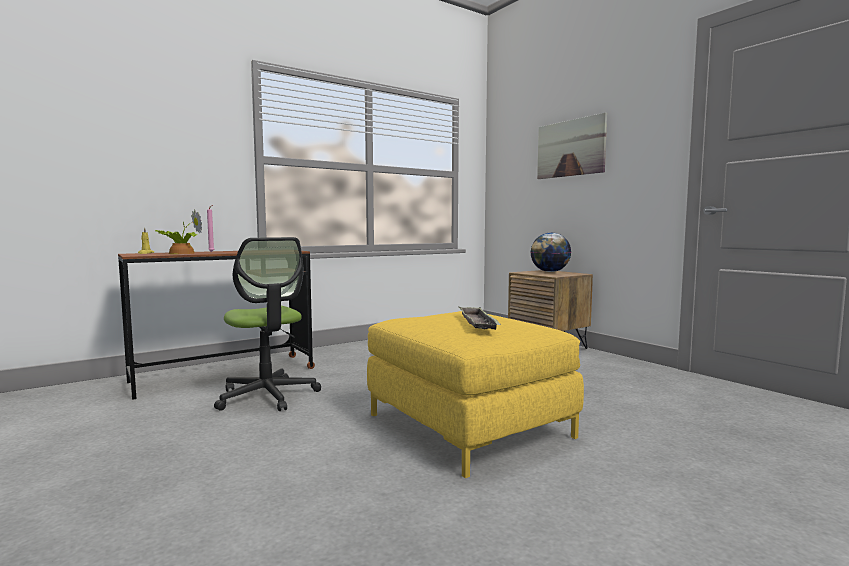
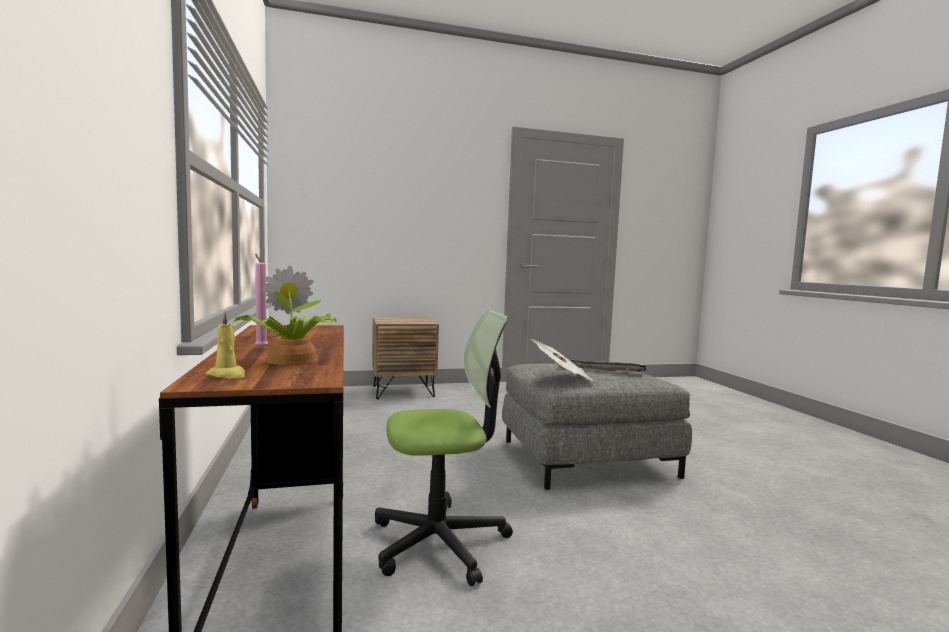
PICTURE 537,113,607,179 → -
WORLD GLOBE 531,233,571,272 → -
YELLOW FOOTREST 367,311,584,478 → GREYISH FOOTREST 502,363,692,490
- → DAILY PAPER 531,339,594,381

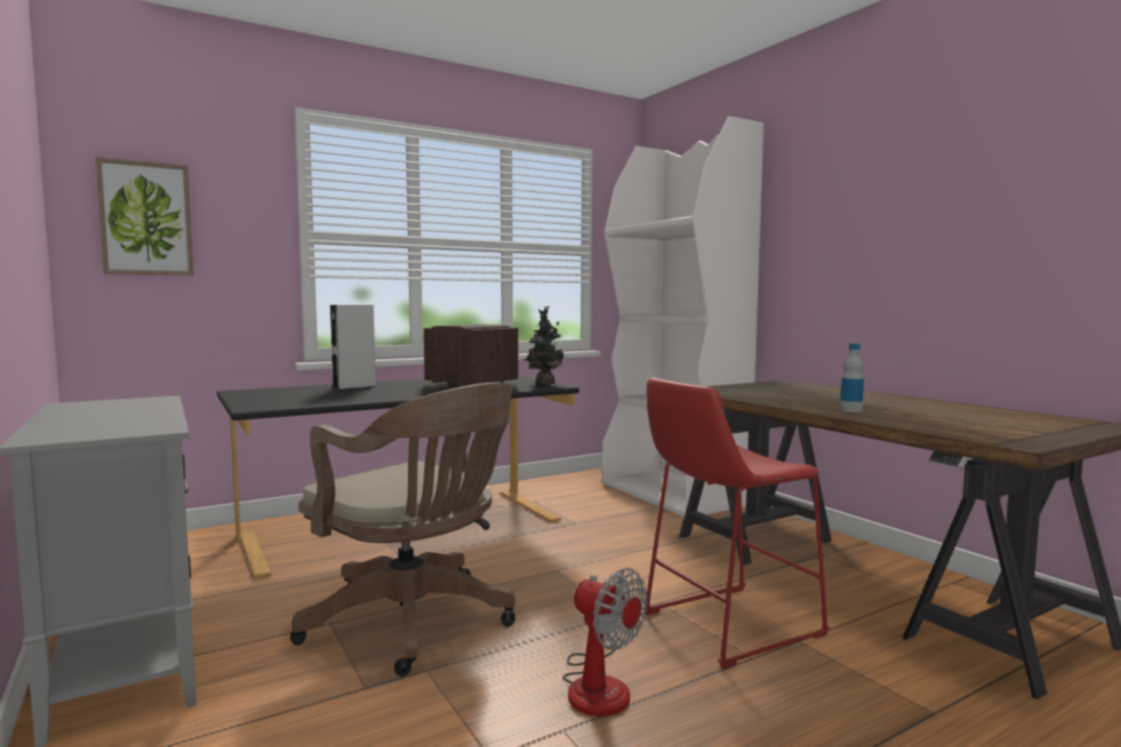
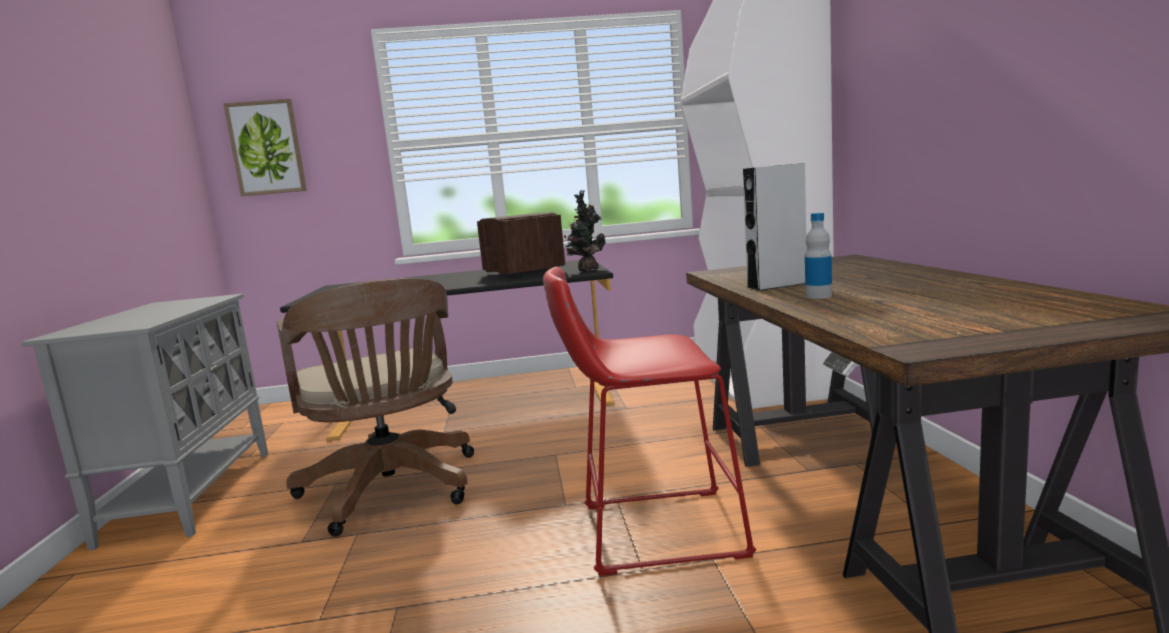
GREYISH AUDIO SPEAKER 330,305,377,390 → GREYISH AUDIO SPEAKER 743,163,807,291, shifted
FAN 563,568,648,717 → -

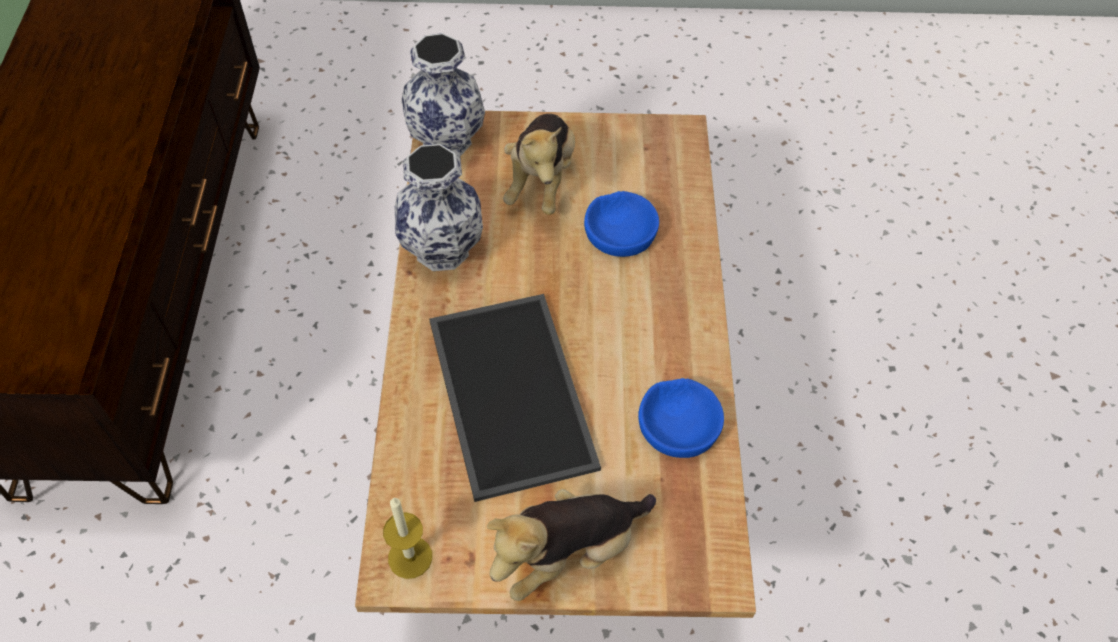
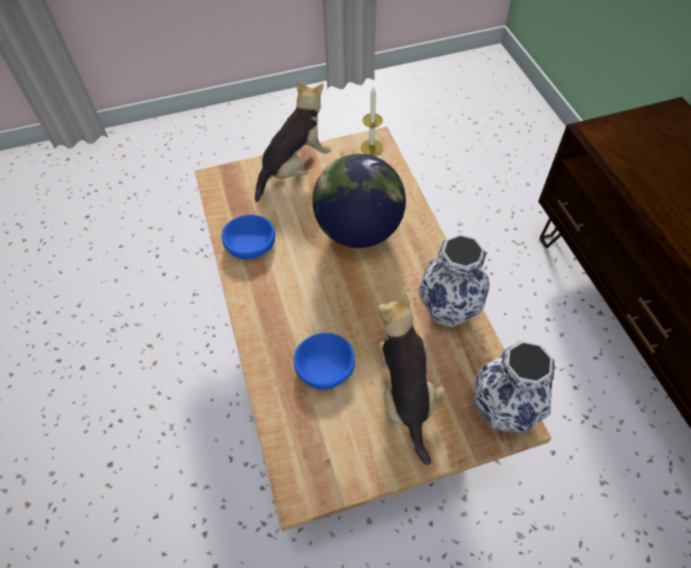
TRAY 429,294,601,502 → WORLD GLOBE 312,154,406,248

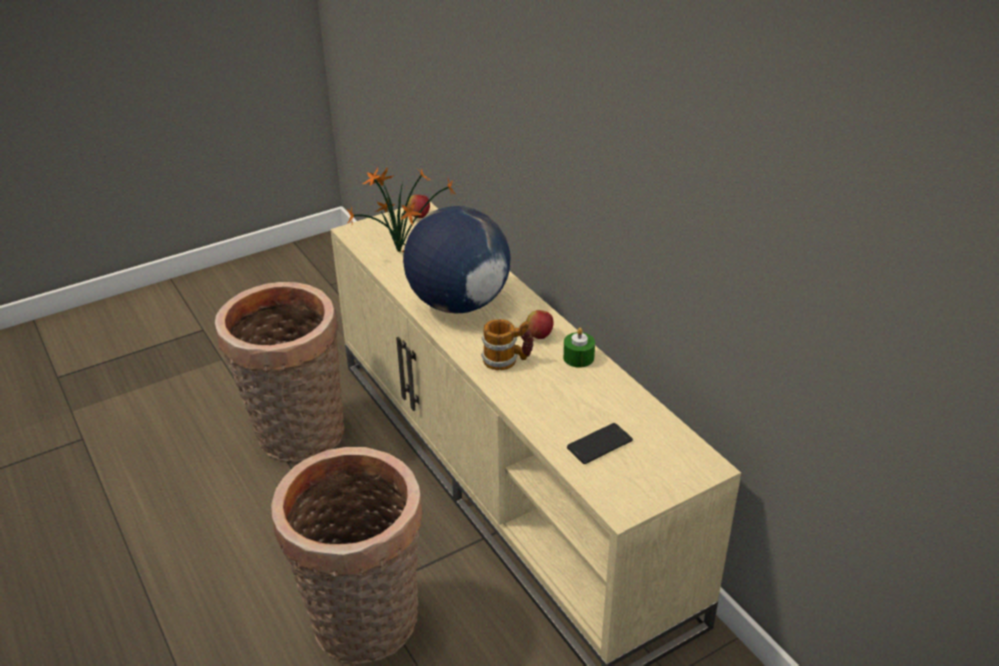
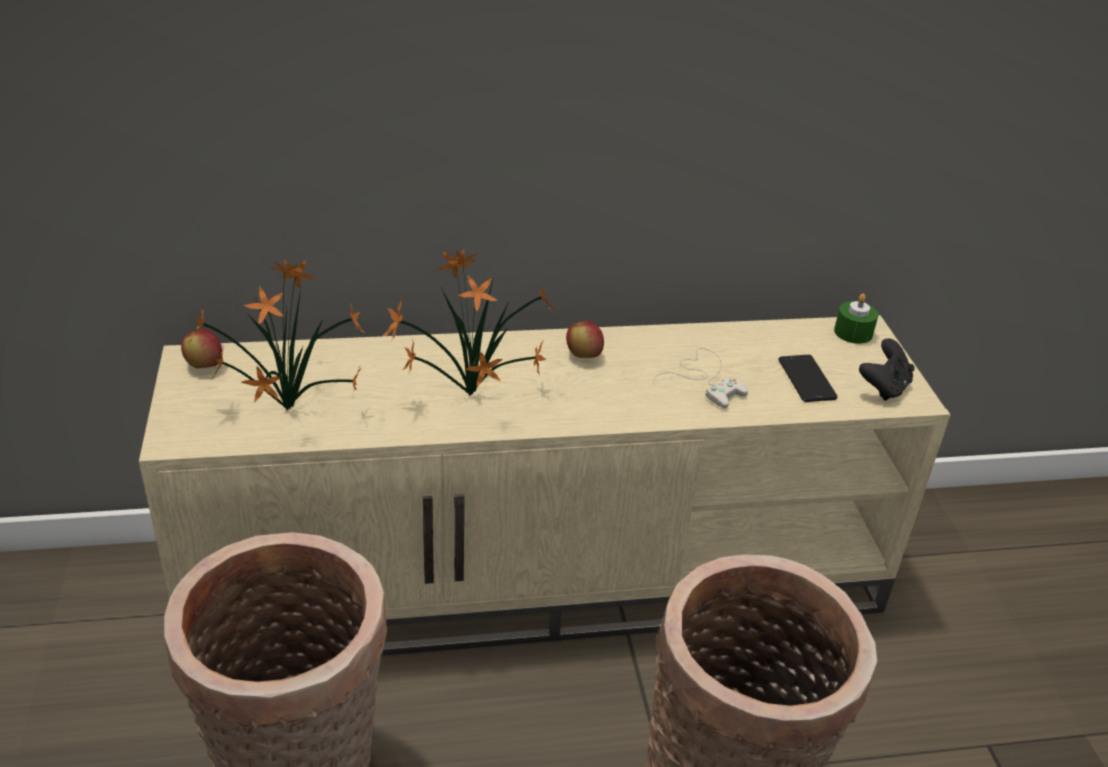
WORLD GLOBE 403,206,511,313 → HOUSEPLANT 382,248,554,396
COFFEE MUG 481,319,534,370 → -
GREENISH WAX CANDLE 563,328,595,368 → GREENISH WAX CANDLE 834,294,878,344, shifted
- → BLACK-COLOURED GAMEPAD 859,338,915,401
- → WHITISH GAMEPAD 653,348,748,408

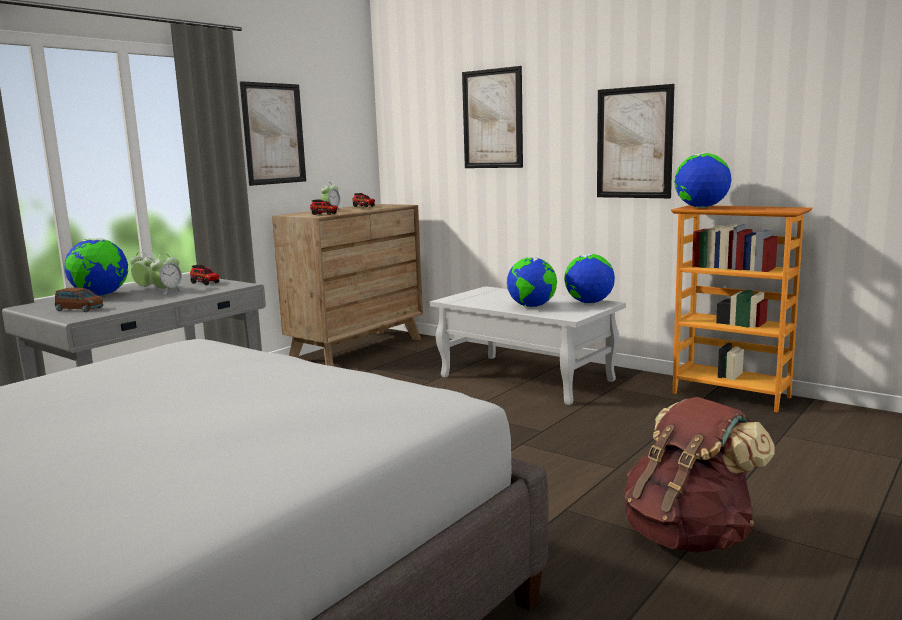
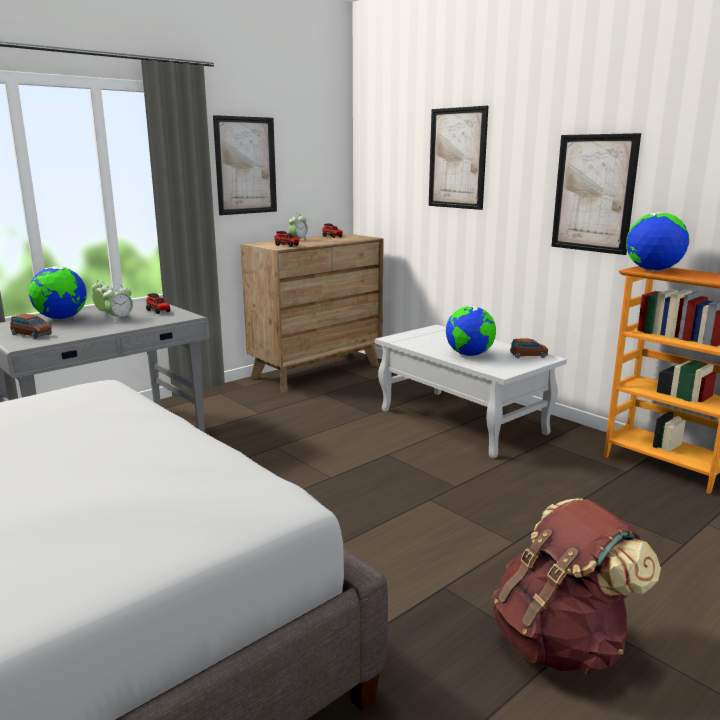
WORLD GLOBE 564,254,615,304 → BROWN-COLOURED MODEL CAR 510,338,548,358

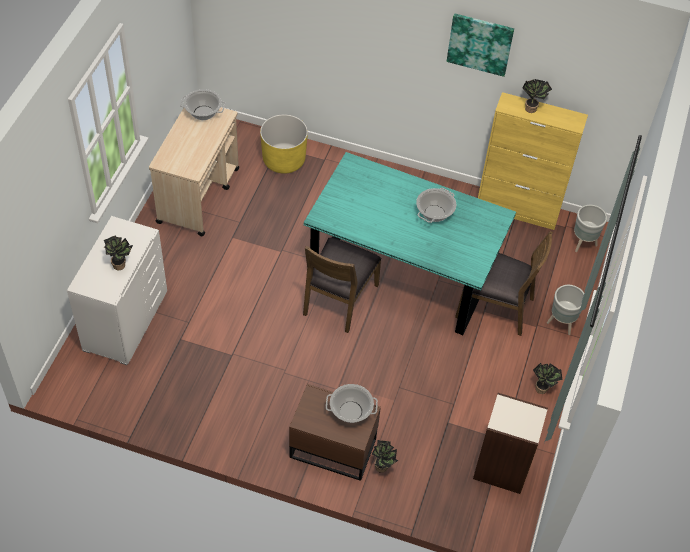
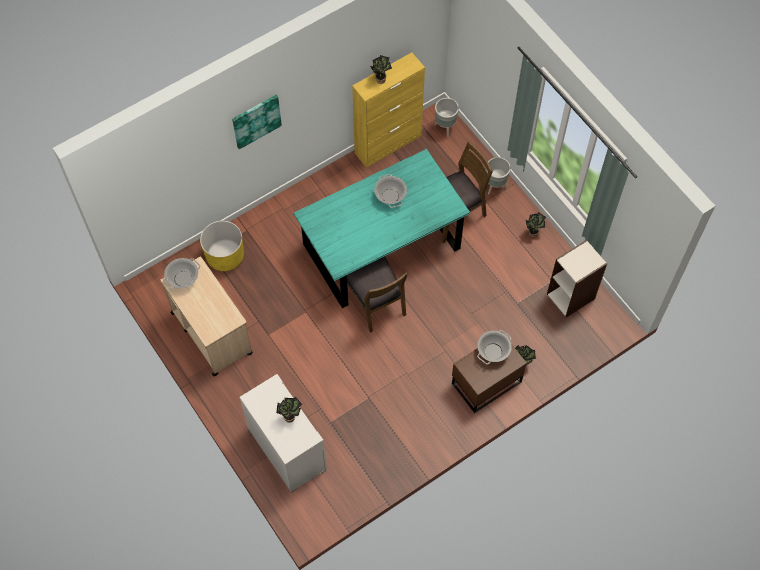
PICTURE 447,13,514,77 → PICTURE 232,95,282,149, shifted

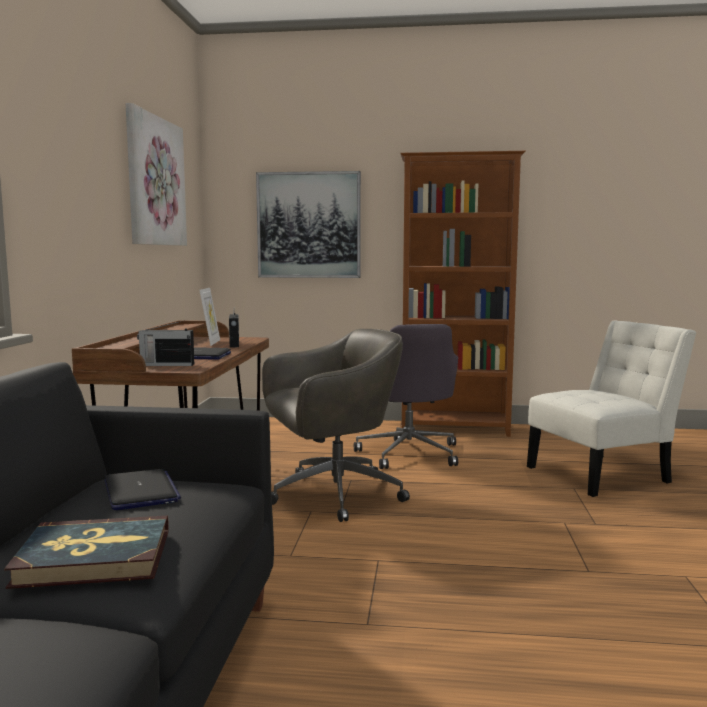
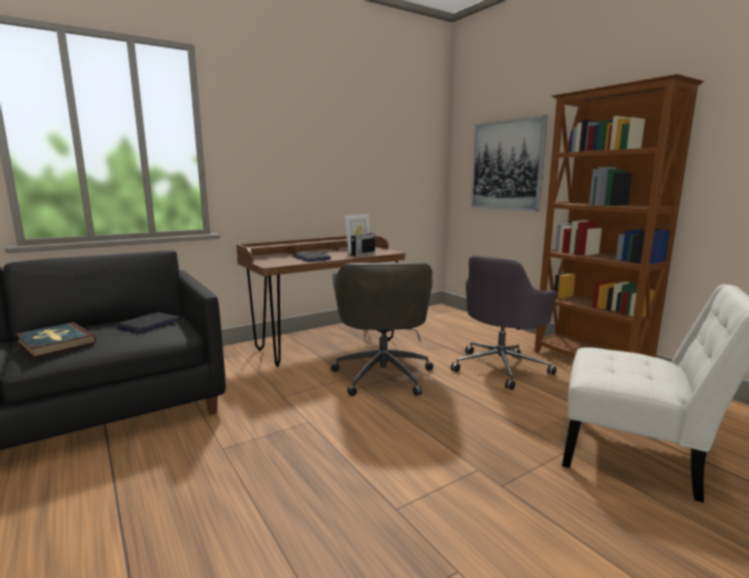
PICTURE 126,103,187,246 → -
RADIO SET 137,321,194,366 → -
GREYISH DESK CHAIR 262,329,410,522 → GREYISH DESK CHAIR 331,262,433,396, 60 degrees clockwise

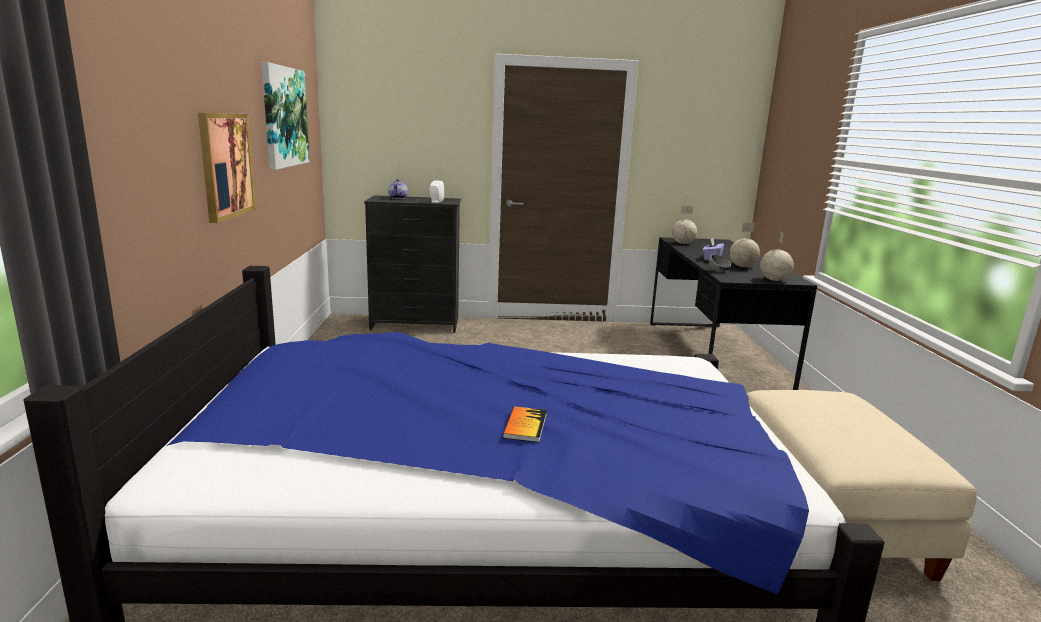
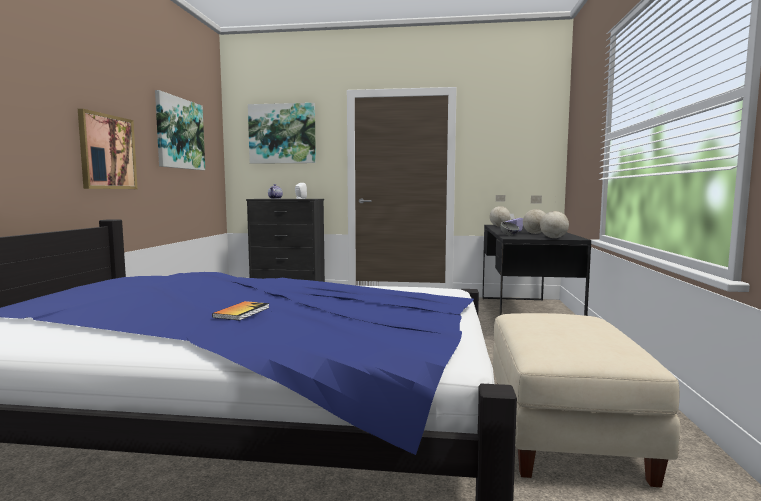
- → PICTURE 248,103,316,164

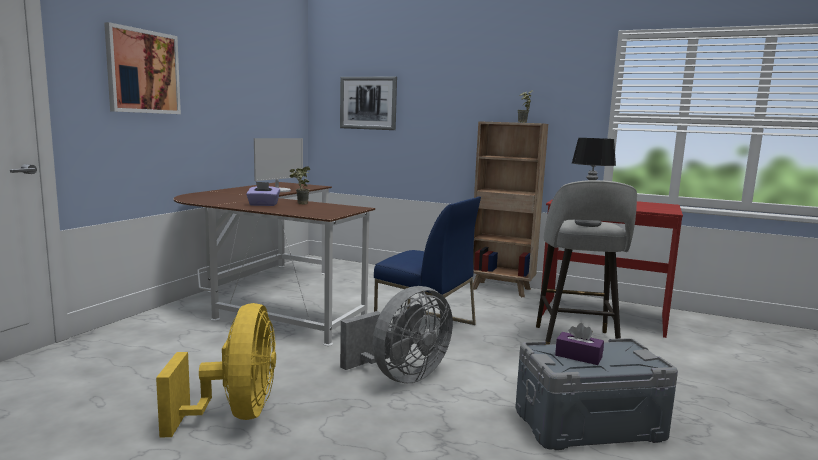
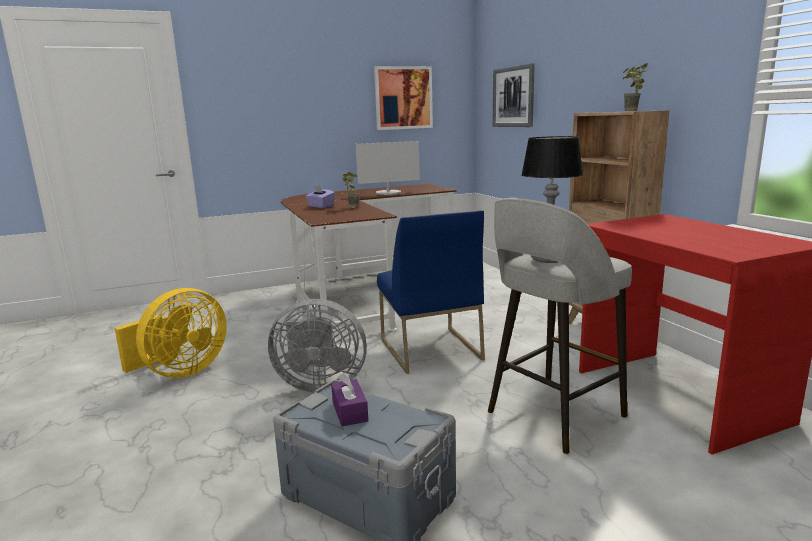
PICTURE 104,22,181,114 → PICTURE 374,66,433,130, shifted

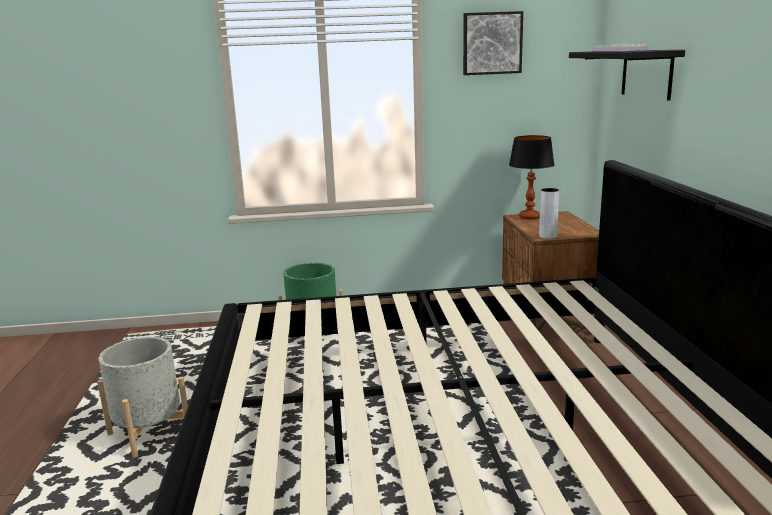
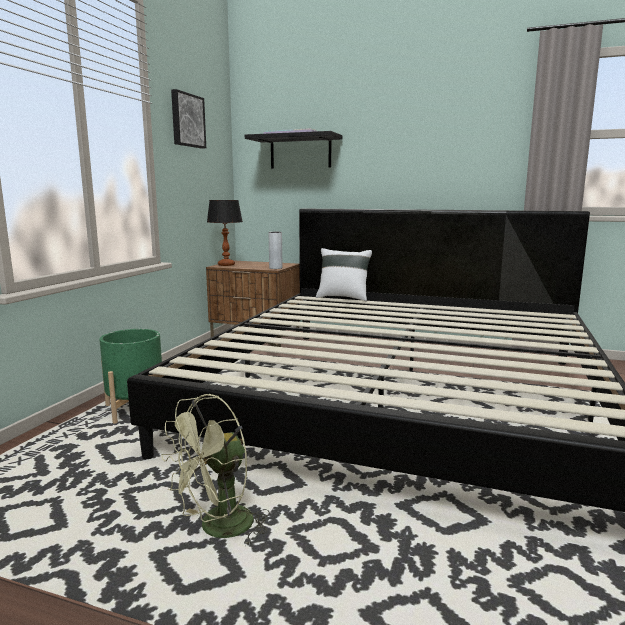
GREYISH FLOWER POT 97,337,188,458 → GREENISH FAN 161,394,270,547
- → WHITISH THROW PILLOW 316,248,372,301

